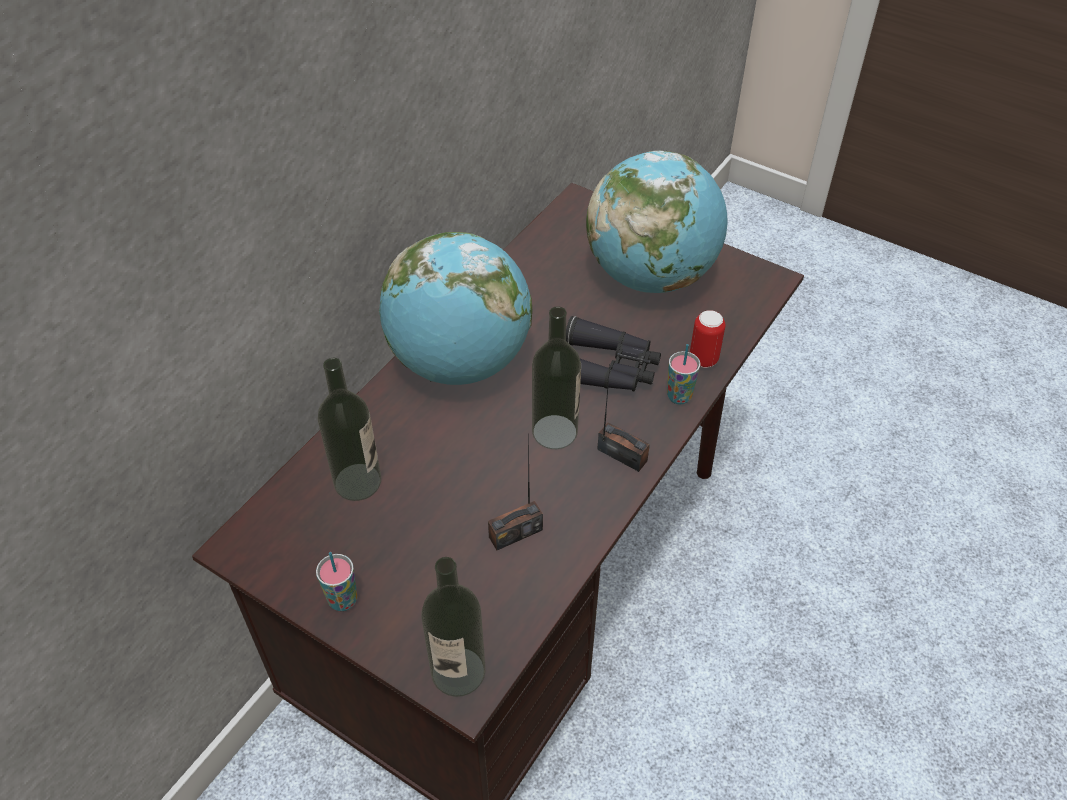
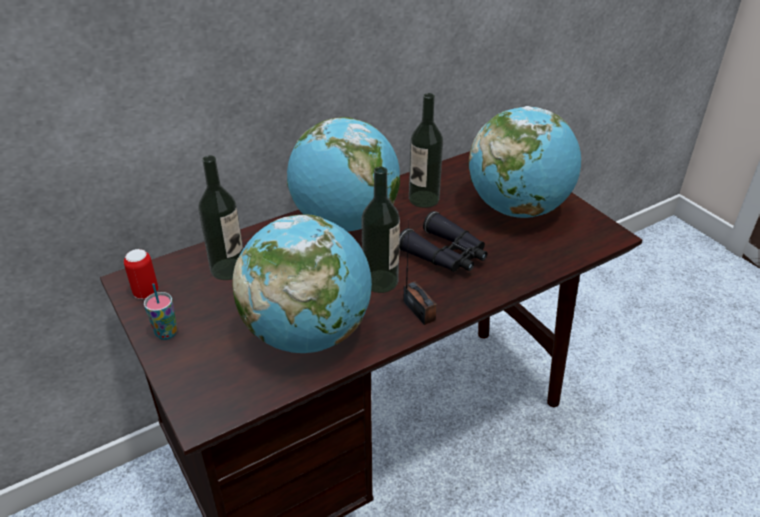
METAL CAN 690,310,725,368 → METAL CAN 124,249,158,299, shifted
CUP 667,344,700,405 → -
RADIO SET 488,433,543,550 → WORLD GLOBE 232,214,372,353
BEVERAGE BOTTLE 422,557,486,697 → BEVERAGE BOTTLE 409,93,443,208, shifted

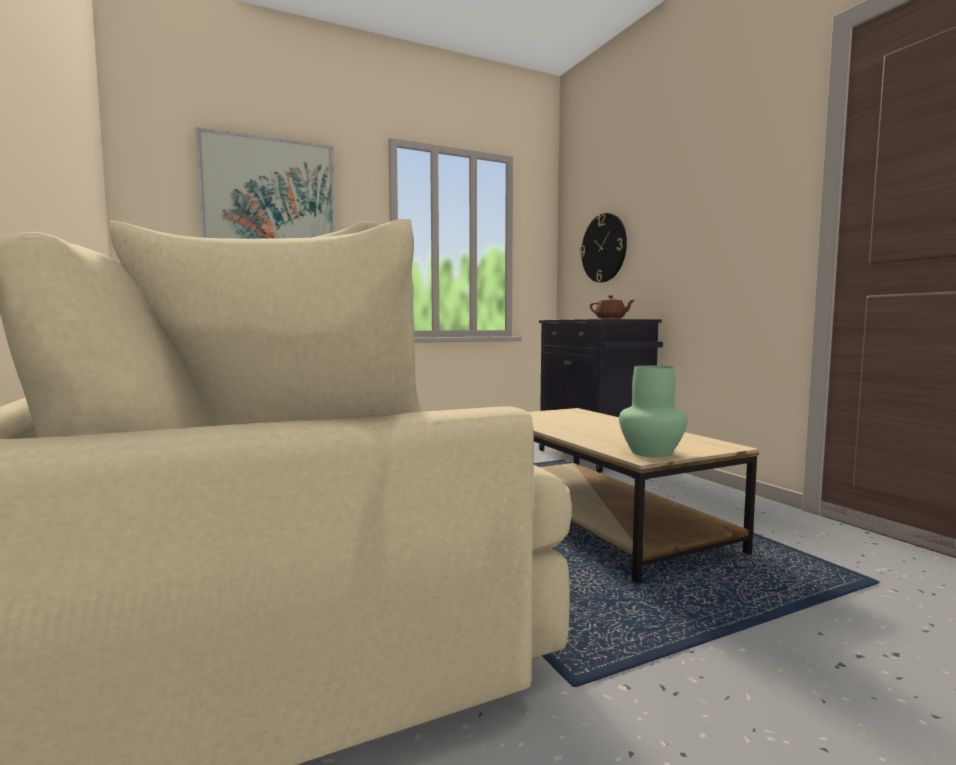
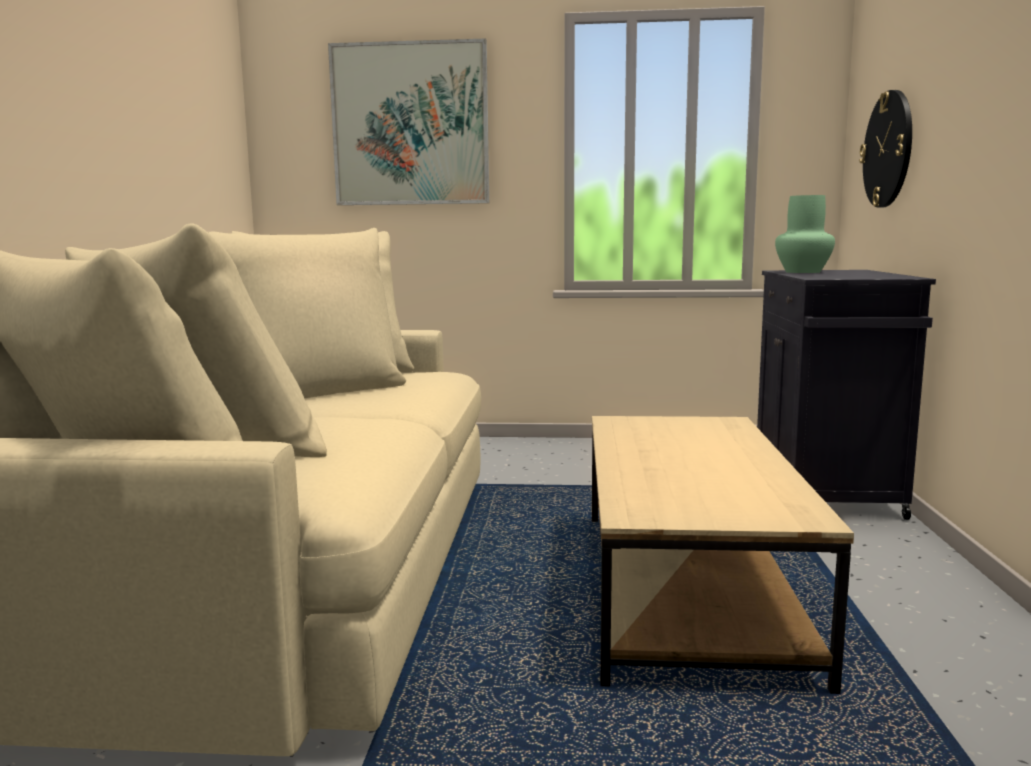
BROWN-COLOURED TEAPOT 590,295,634,319 → -
GREENISH DECORATIVE VASE 619,366,688,458 → GREENISH DECORATIVE VASE 775,195,835,273, shifted

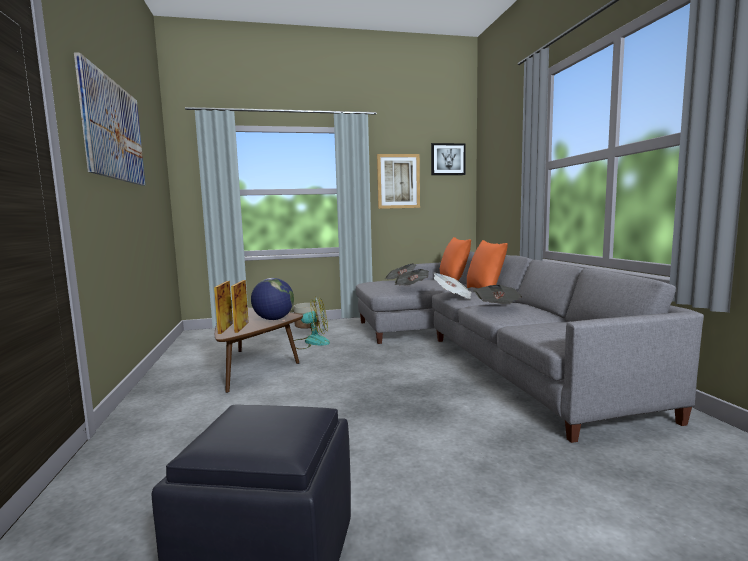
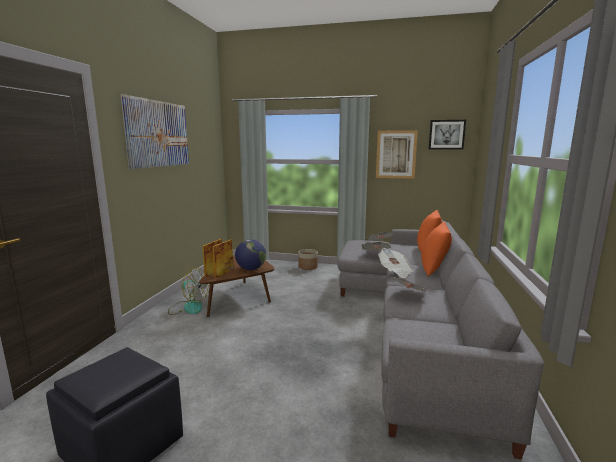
FAN 294,296,330,349 → FAN 168,268,209,315, shifted

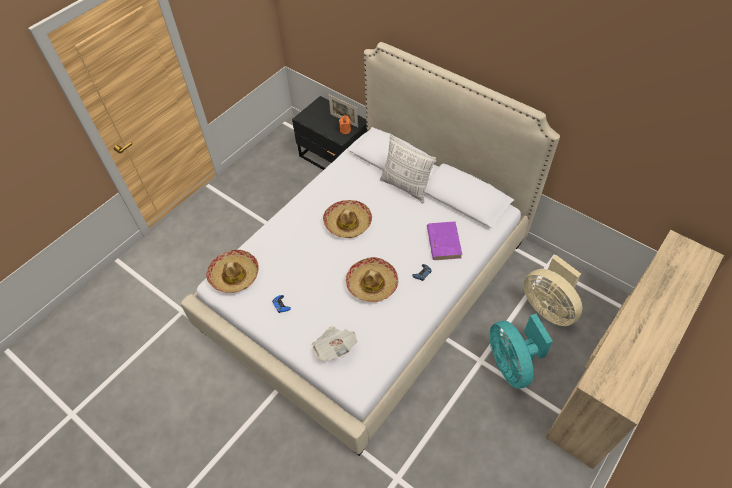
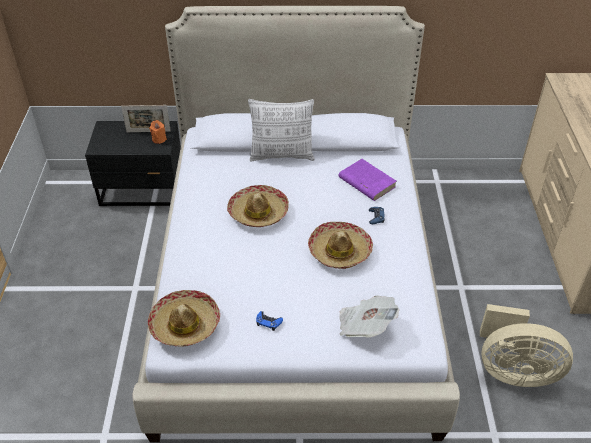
BEIGE-COLOURED FAN 523,255,582,326 → BEIGE-COLOURED FAN 480,304,573,387, shifted
BLUE-GREEN FAN 490,314,553,389 → -

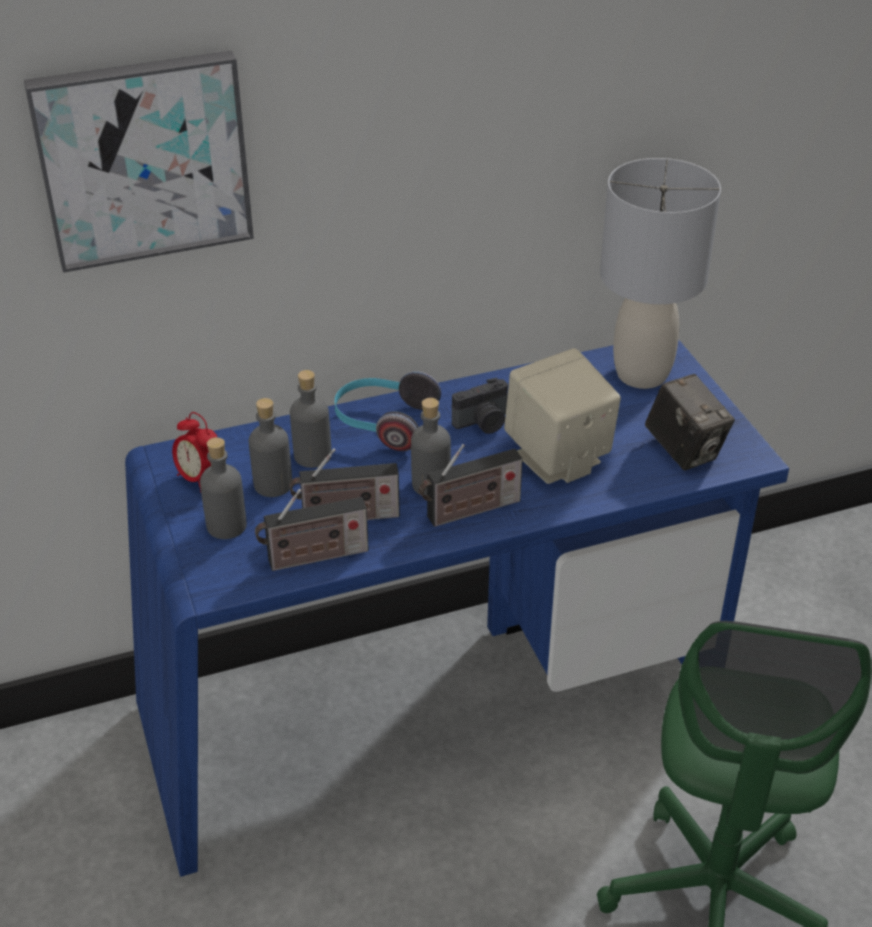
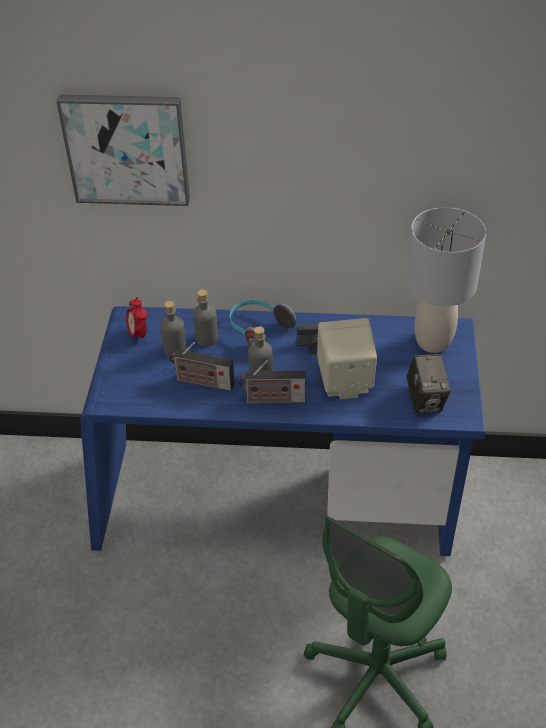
GREYISH BEVERAGE BOTTLE 200,437,247,539 → -
RADIO SET 255,489,369,571 → -

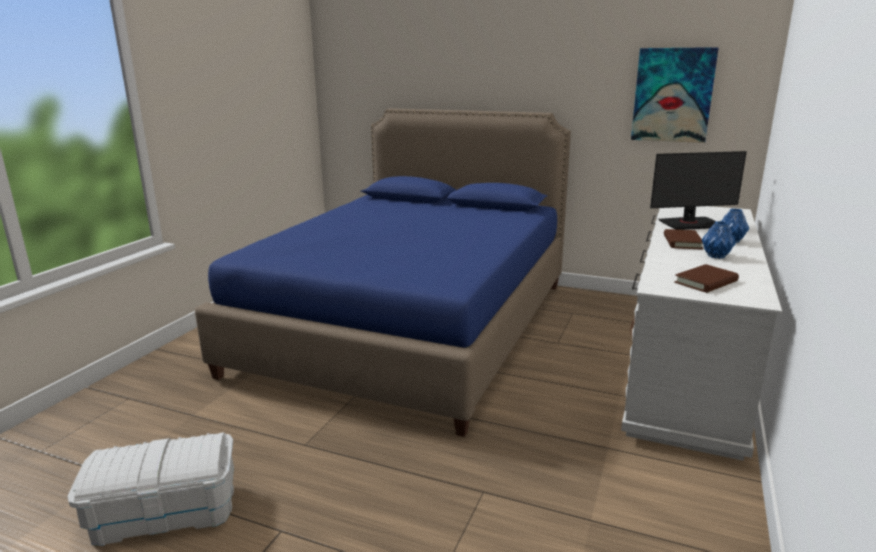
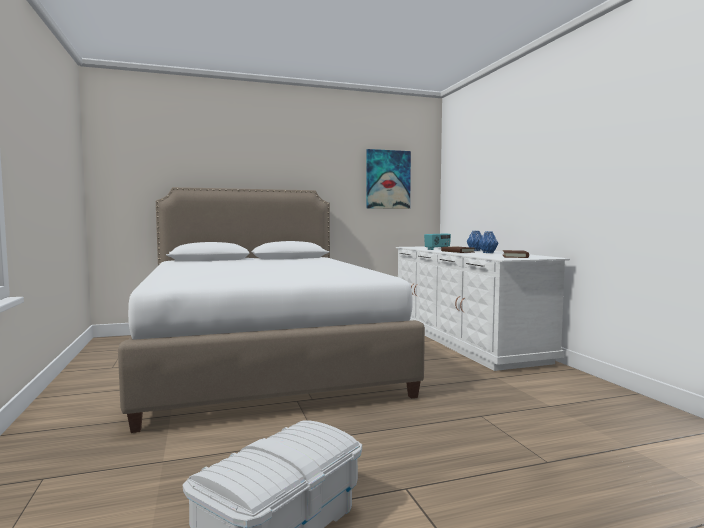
BLUISH SLEEPING BED 195,108,571,437 → WHITISH SLEEPING BED 118,187,425,433
MONITOR 650,151,747,230 → RADIO SET 424,234,451,250

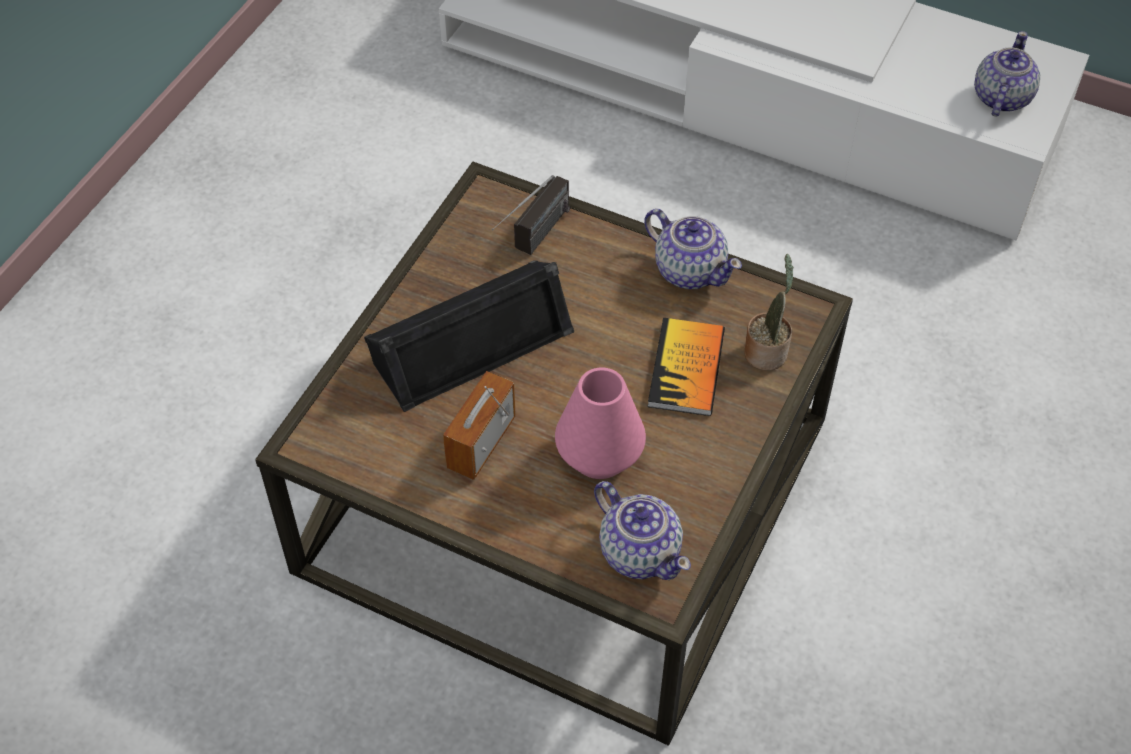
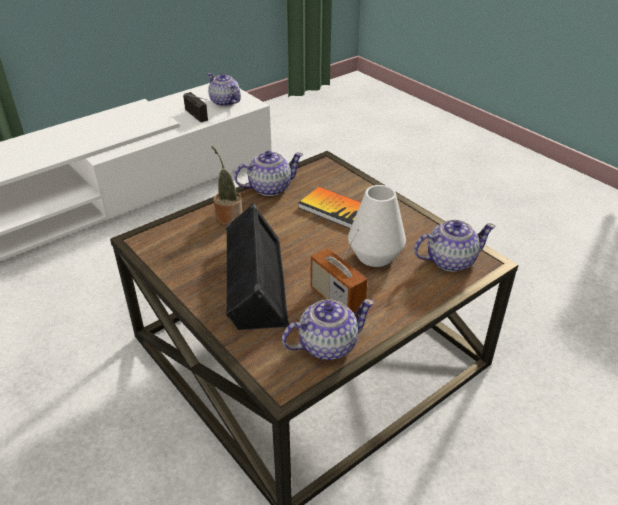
RADIO SET 492,175,570,255 → RADIO SET 183,92,208,122, shifted
HOUSEPLANT 744,254,794,370 → HOUSEPLANT 212,146,243,226, shifted
PINKISH DECORATIVE VASE 555,367,646,479 → WHITISH DECORATIVE VASE 348,185,406,267
- → TEAPOT 282,299,374,360

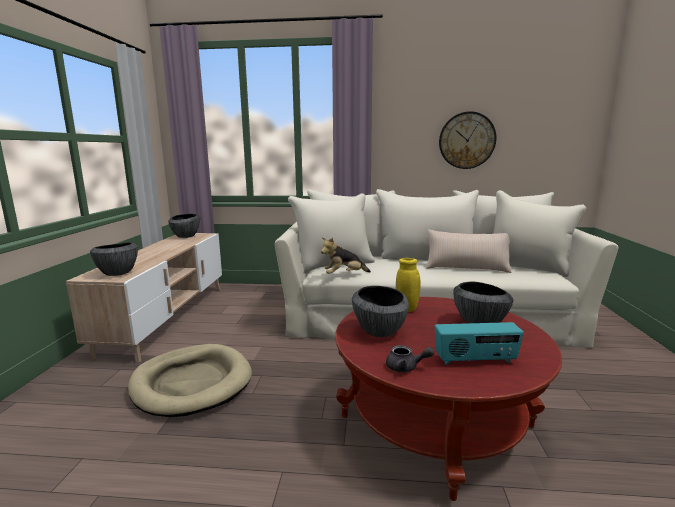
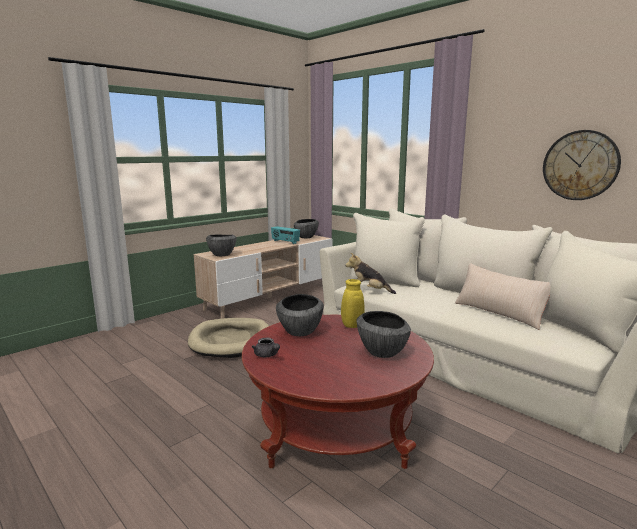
RADIO SET 435,322,524,365 → RADIO SET 271,226,300,244, shifted

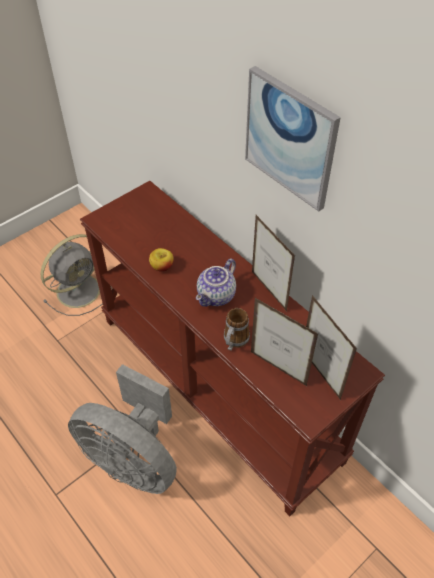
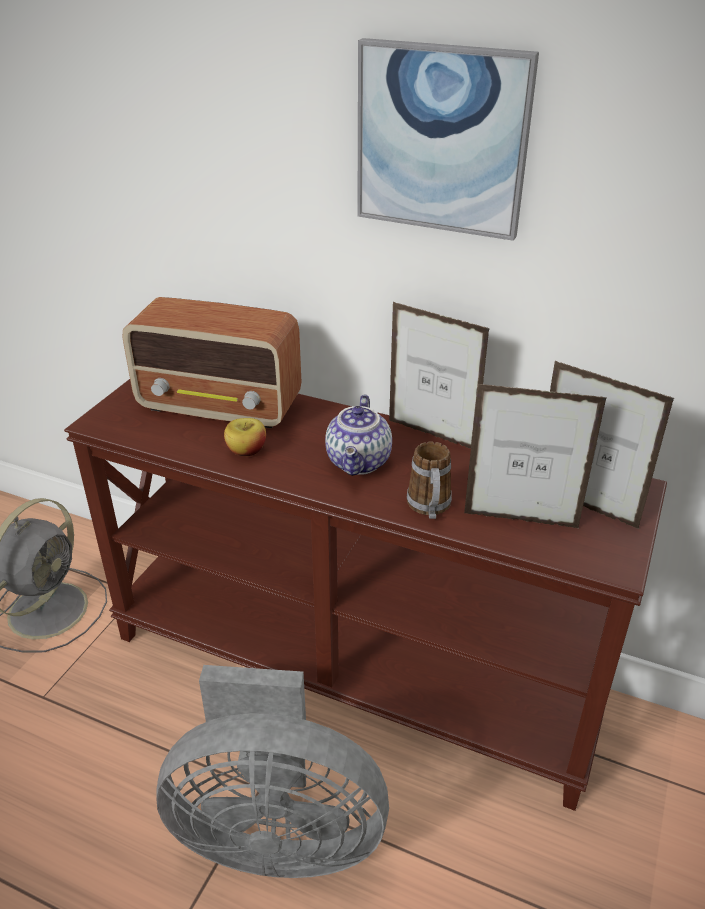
- → RADIO SET 123,297,301,429

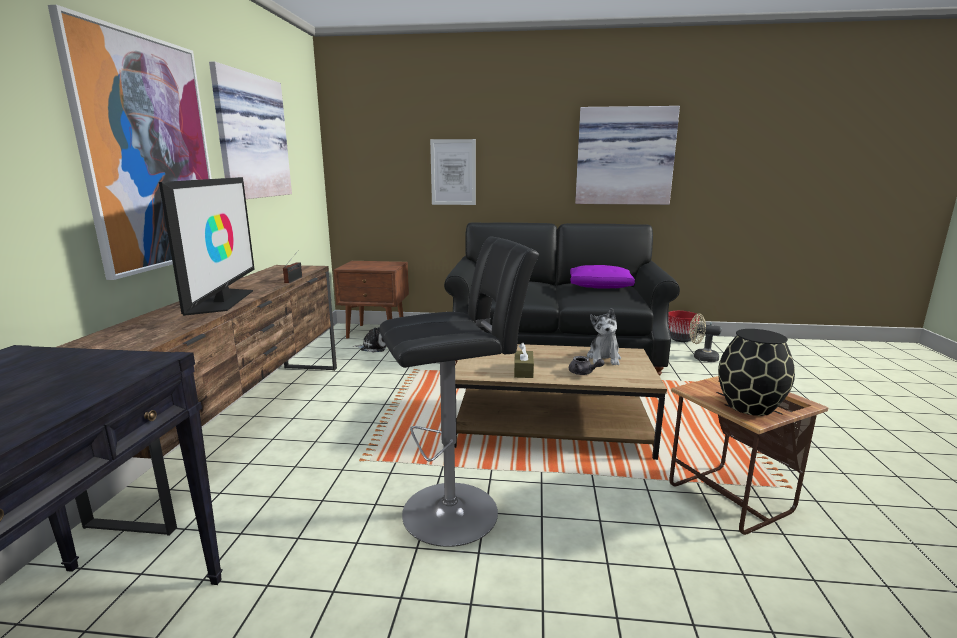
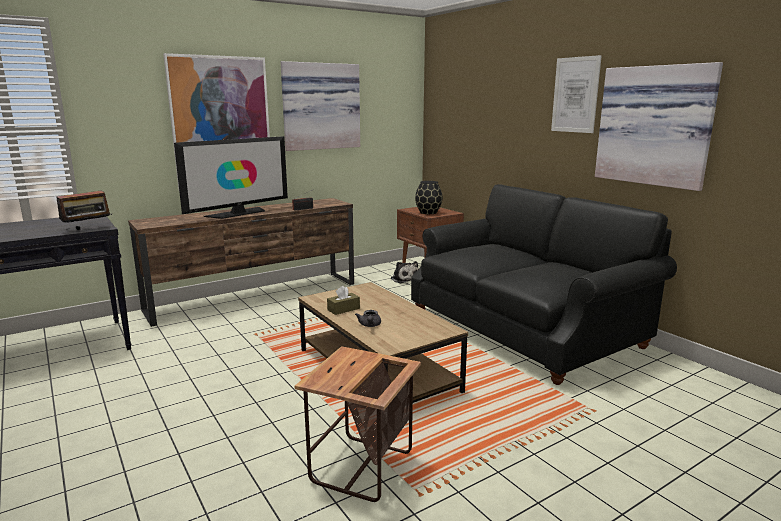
PICTURE 430,139,476,205 → PICTURE 551,55,602,133, shifted
BLACK-COLOURED SITTING STOOL 379,236,539,547 → -
PURPLE-COLOURED THROW PILLOW 570,265,635,289 → -
PLUSH TOY 587,308,621,365 → -
RED-COLOURED FLOWER POT 668,311,700,342 → -
BEIGE-COLOURED FAN 689,314,721,362 → -
BLACK-COLOURED DECORATIVE VASE 718,329,795,416 → BLACK-COLOURED DECORATIVE VASE 415,181,443,214, shifted
- → RADIO SET 51,185,112,230

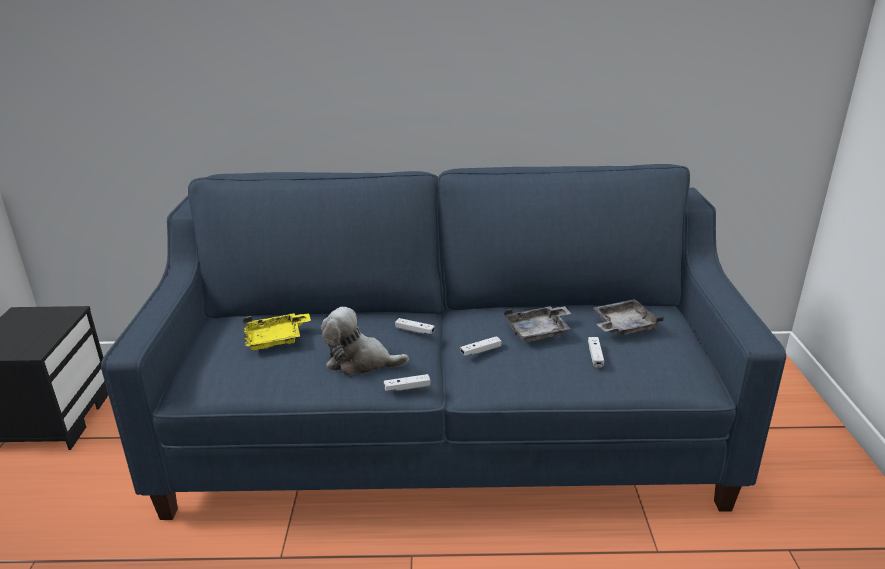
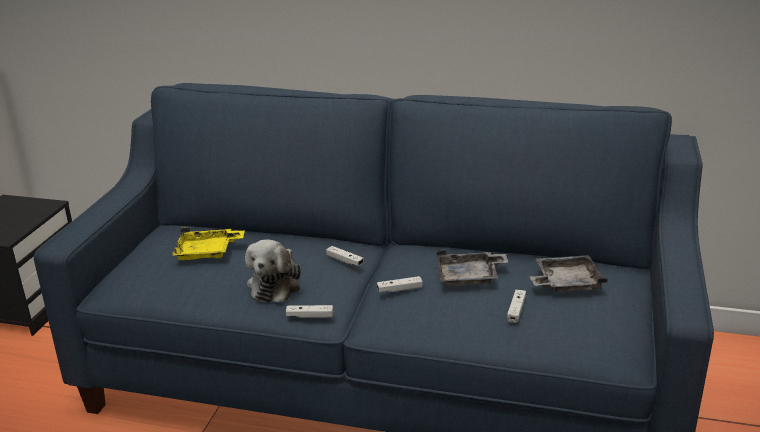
PLUSH TOY 321,307,409,376 → PLUSH TOY 245,239,301,303, 105 degrees counterclockwise

